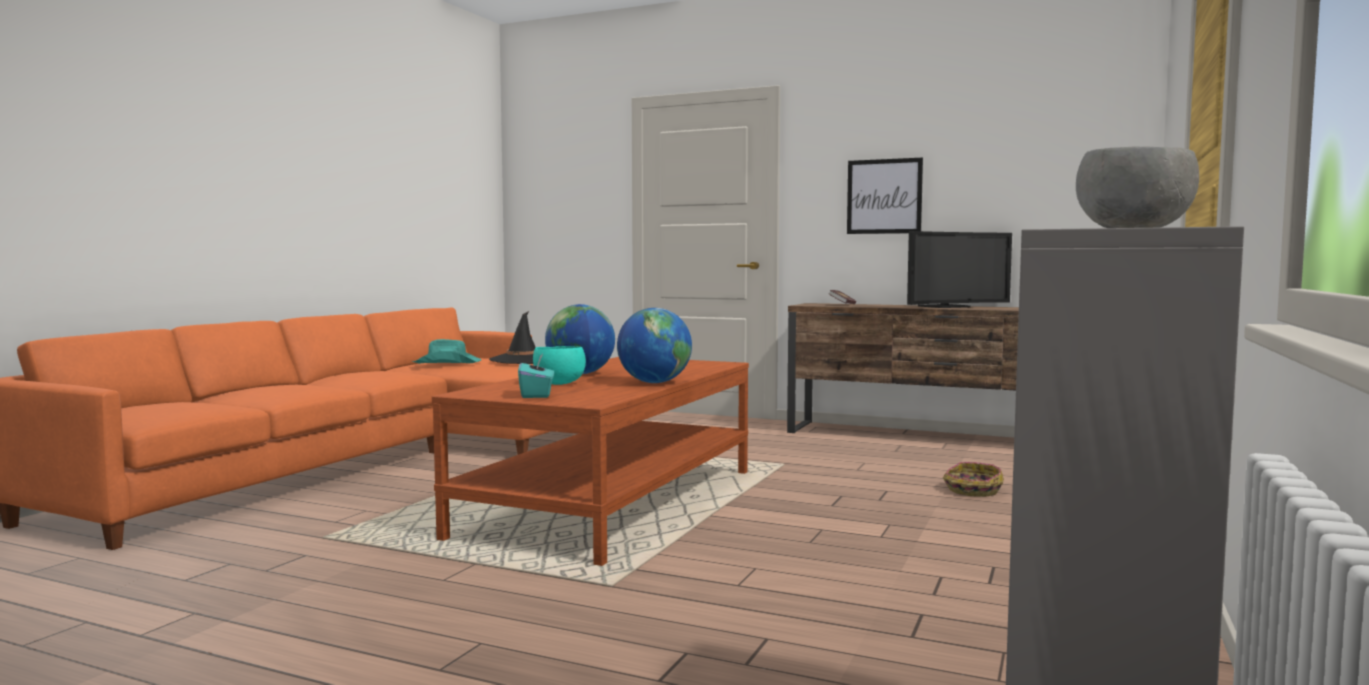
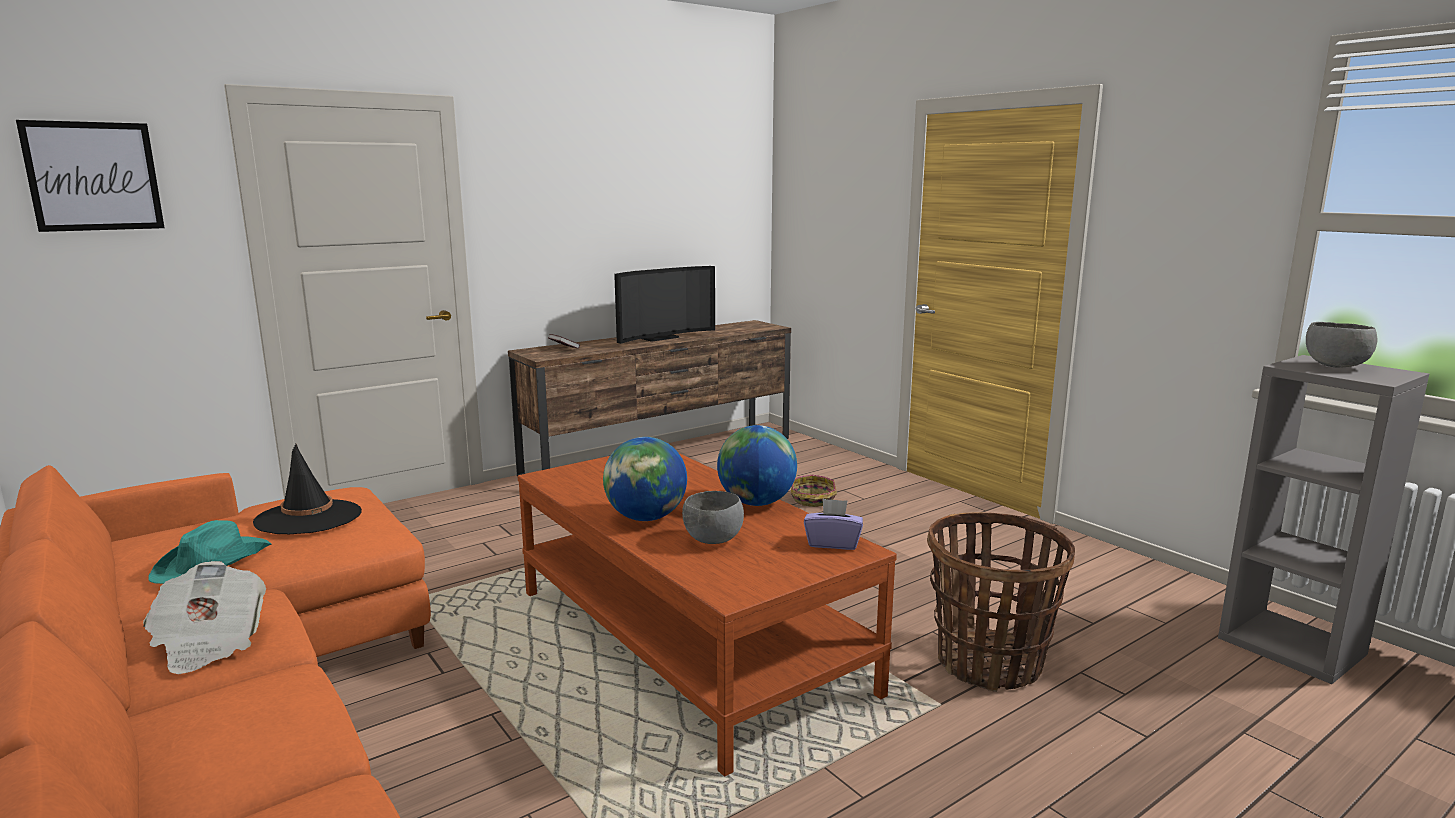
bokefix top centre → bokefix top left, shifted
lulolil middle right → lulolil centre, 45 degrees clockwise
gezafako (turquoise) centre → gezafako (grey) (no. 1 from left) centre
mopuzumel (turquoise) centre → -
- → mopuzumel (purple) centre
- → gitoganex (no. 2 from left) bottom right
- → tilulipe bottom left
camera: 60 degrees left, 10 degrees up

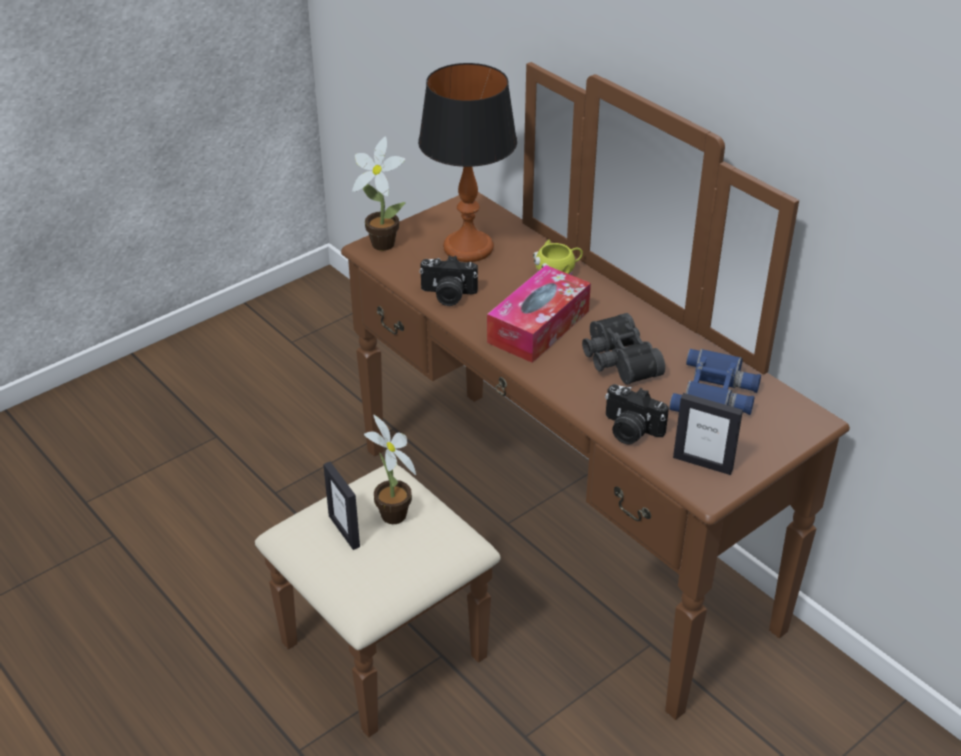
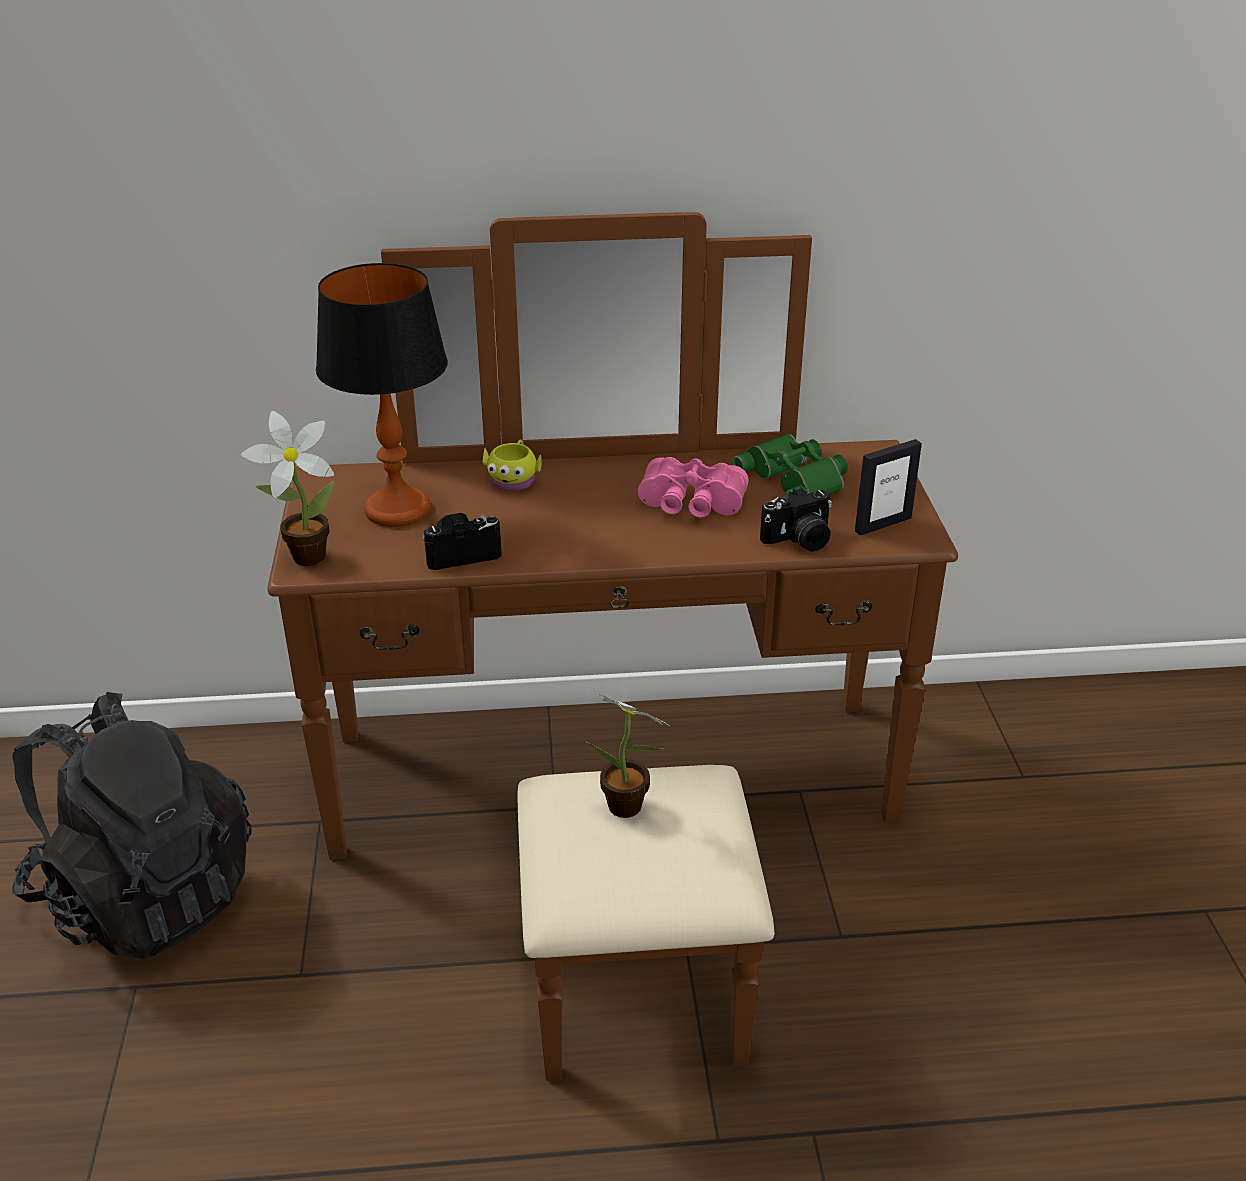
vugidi (no. 1 from left) centre, 150 degrees counterclockwise
mopuzumel centre → -
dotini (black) centre → dotini (pink) centre
dotini (blue) middle right → dotini (green) centre
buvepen (no. 1 from left) bottom centre → -
- → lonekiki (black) bottom left
camera: 55 degrees left, 5 degrees down

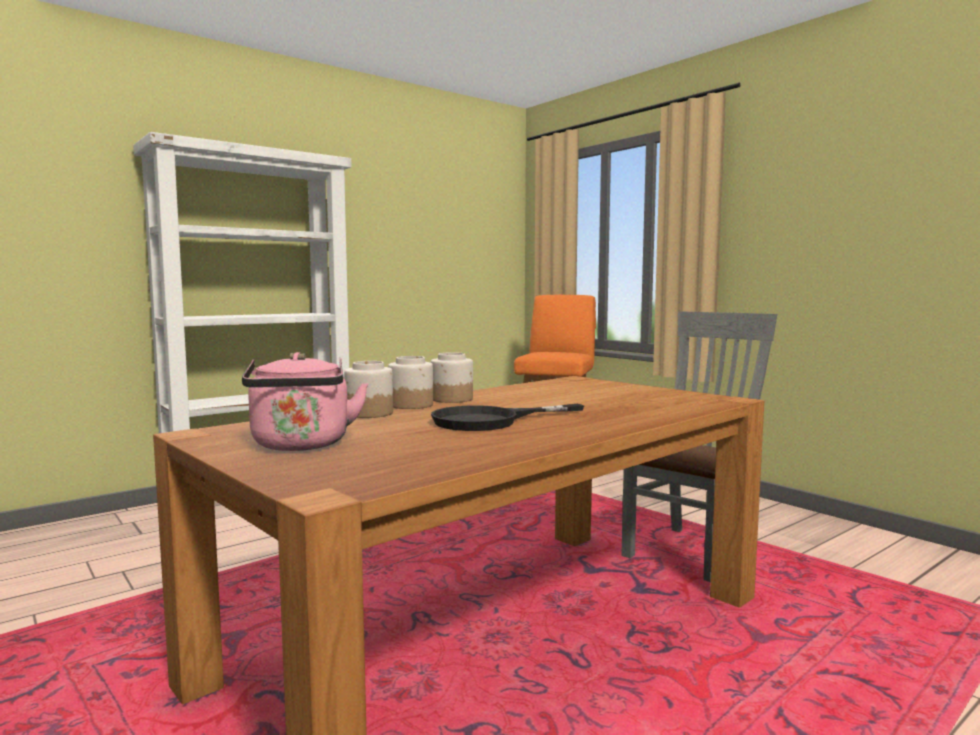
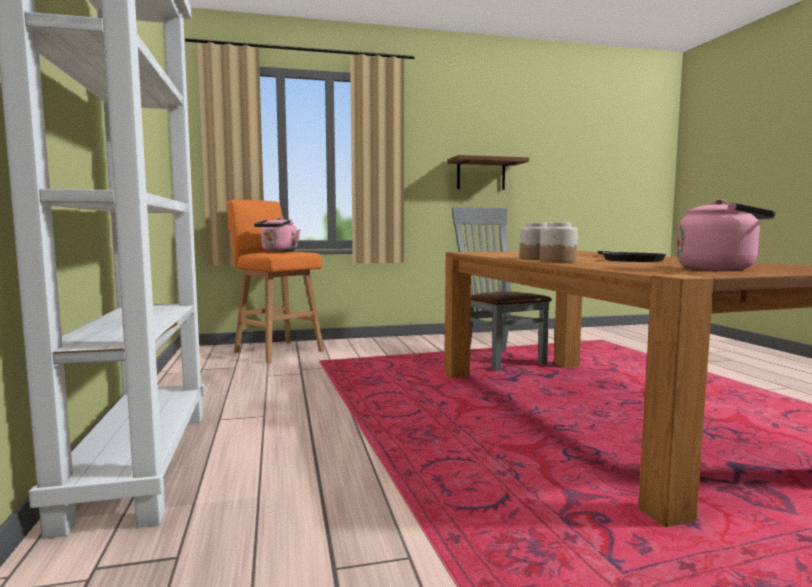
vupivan (no. 1 from left) centre → -
- → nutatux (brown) top centre
- → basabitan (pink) (no. 1 from left) centre
camera: 65 degrees left, 0 degrees up

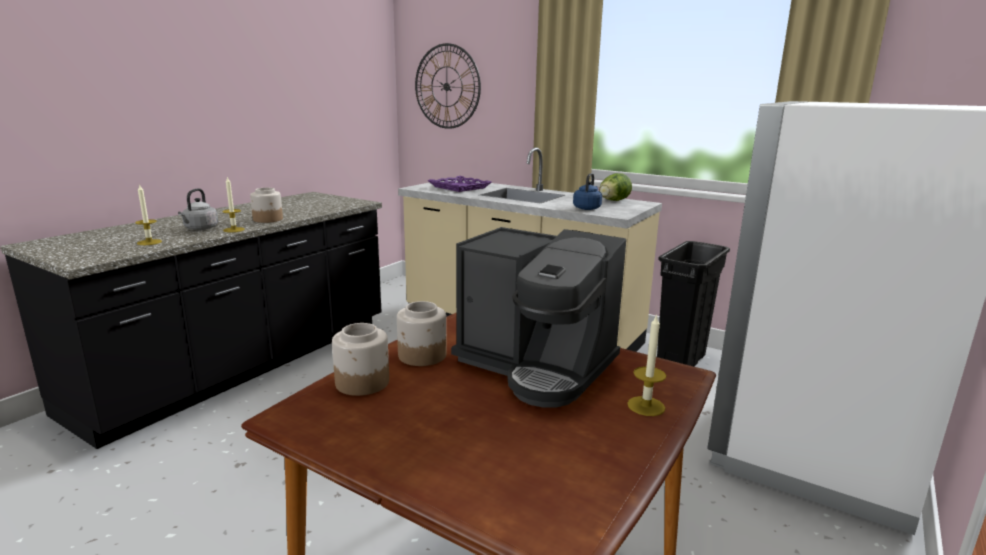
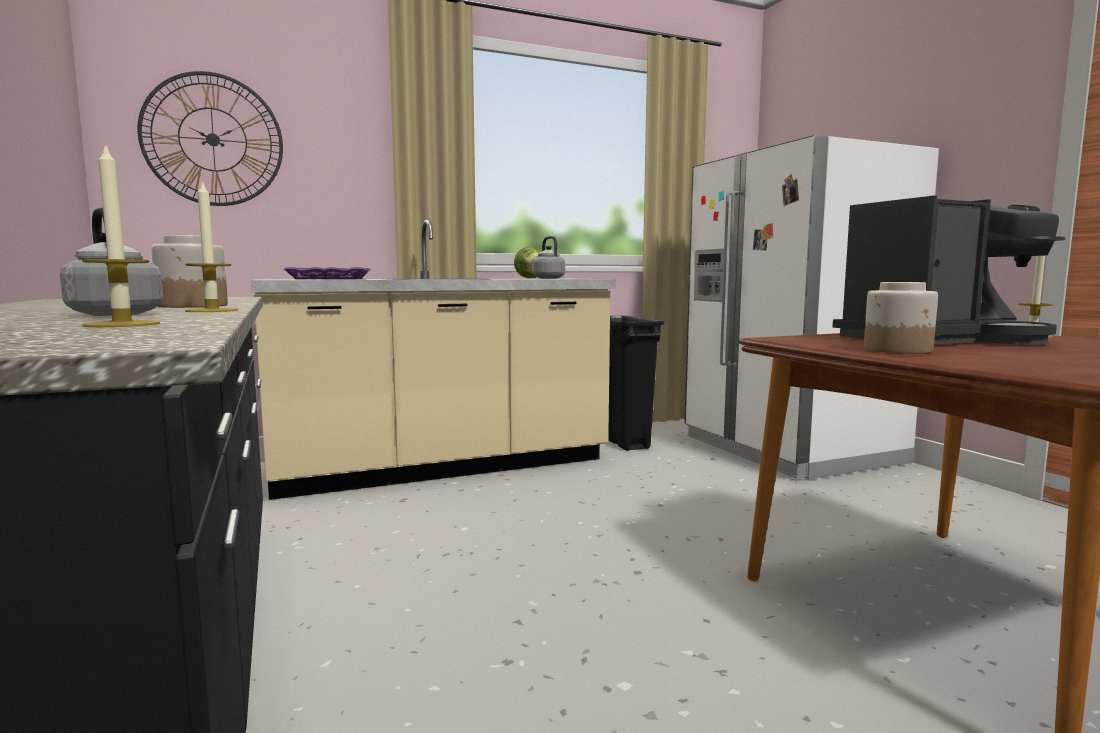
basabitan (blue) centre → basabitan (grey) (no. 2 from left) centre
vupivan (no. 2 from left) centre → -
camera: 55 degrees left, 10 degrees down

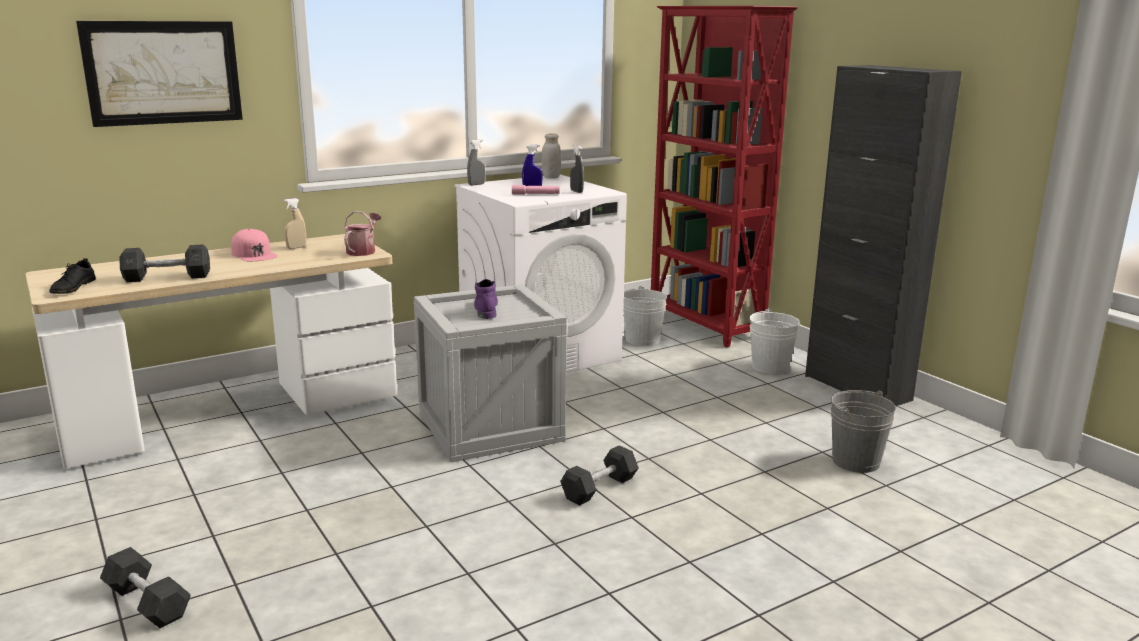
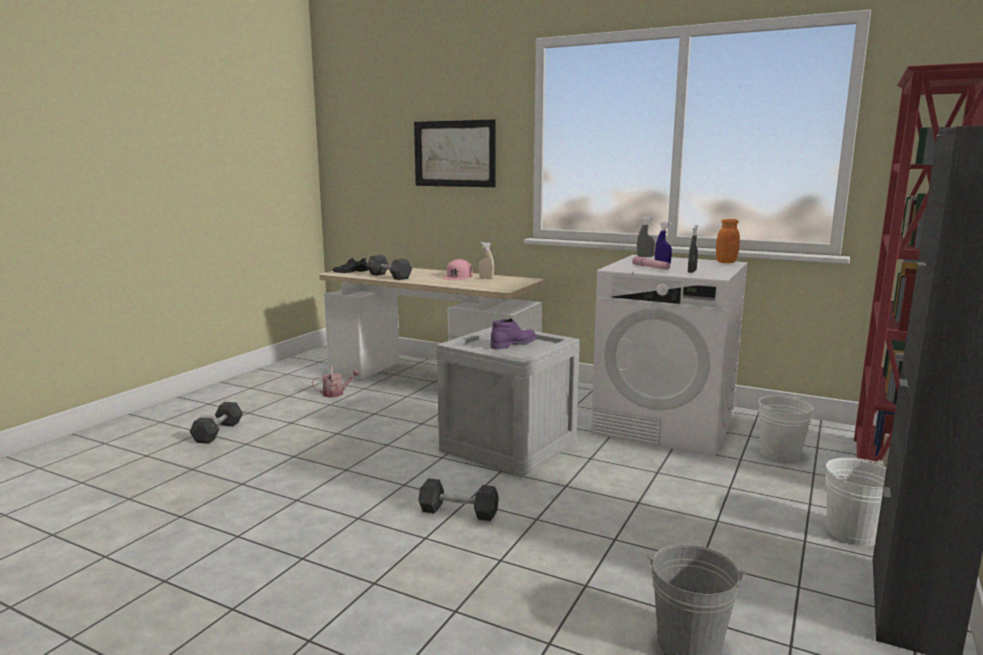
vupivan (white) top centre → vupivan (orange) middle right
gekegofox middle left → gekegofox centre, shifted
camera: 60 degrees right, 5 degrees down

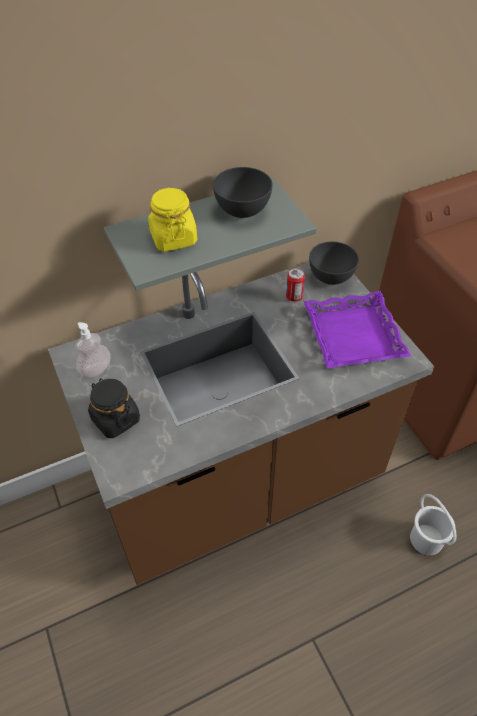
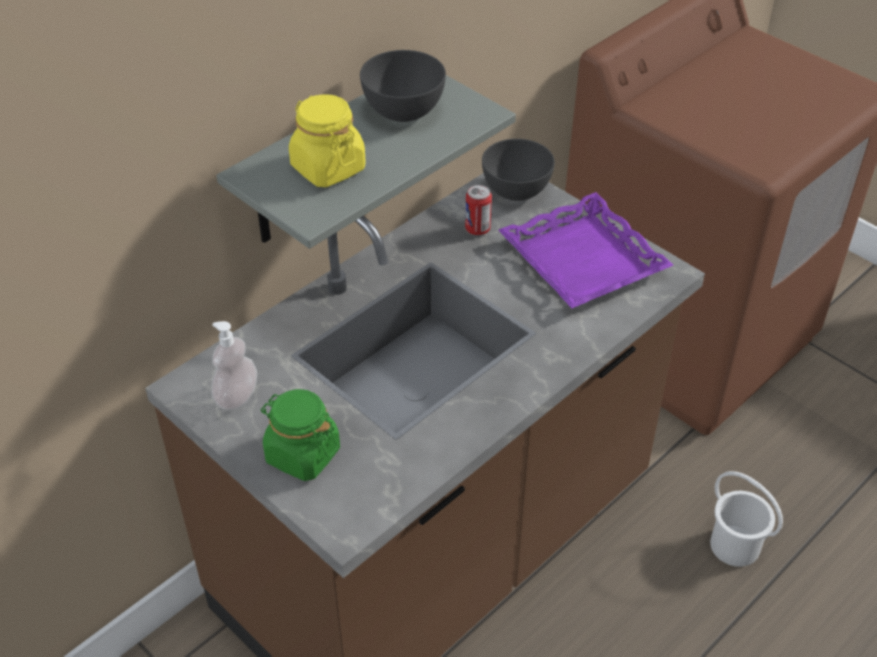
vupivan (black) middle left → vupivan (green) centre
camera: 20 degrees left, 5 degrees down

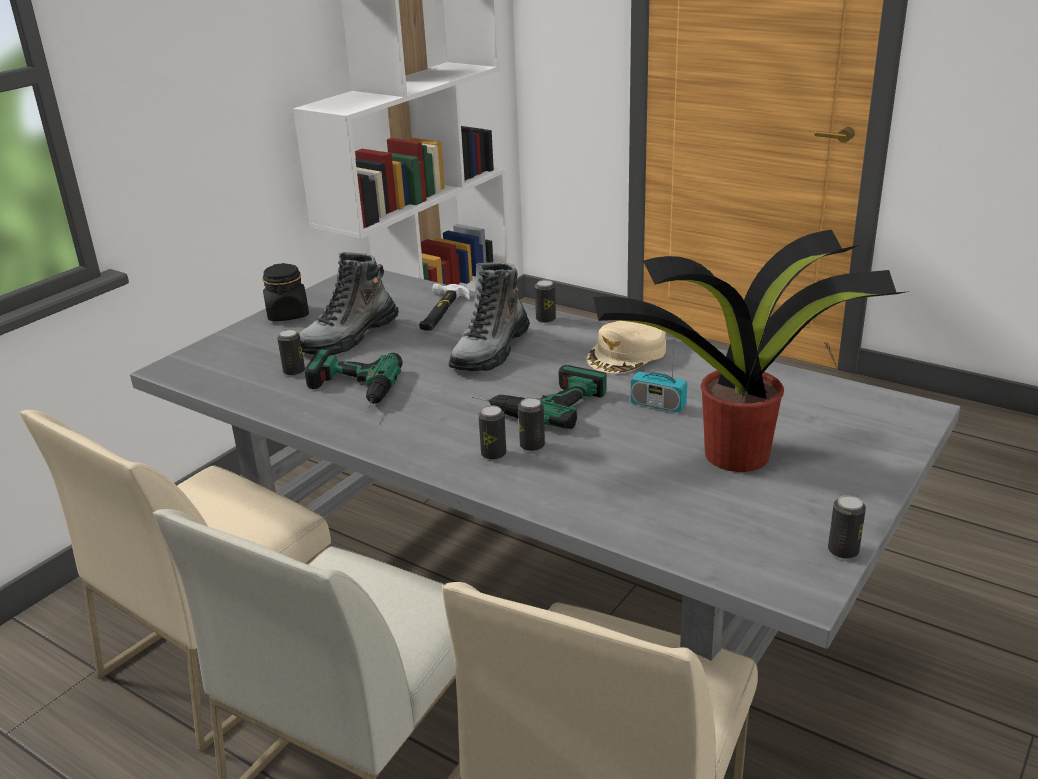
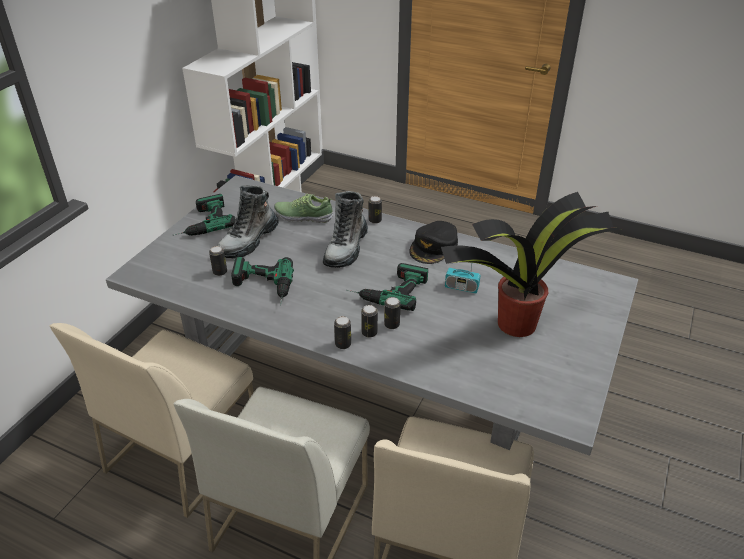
vupivan (black) middle left → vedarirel (no. 1 from left) middle left
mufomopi centre → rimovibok centre
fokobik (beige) centre → fokobik (black) centre
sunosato (no. 5 from left in the first image) bottom right → sunosato (no. 2 from left) centre, shifted
camera: 10 degrees left, 10 degrees up

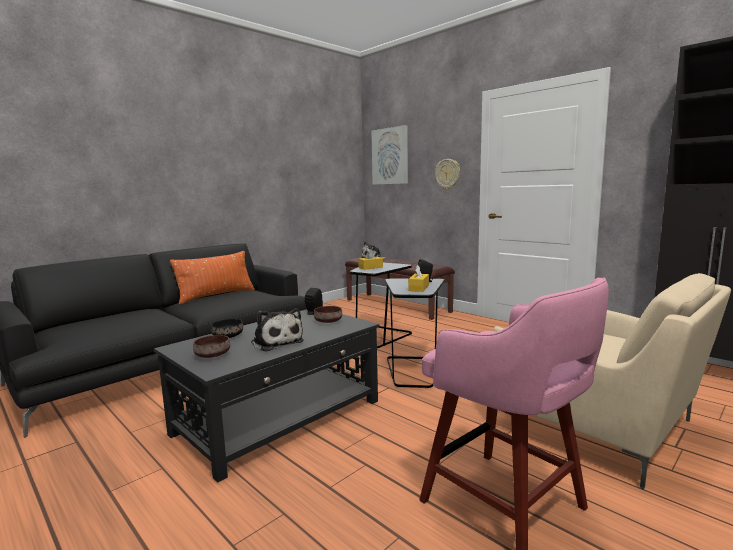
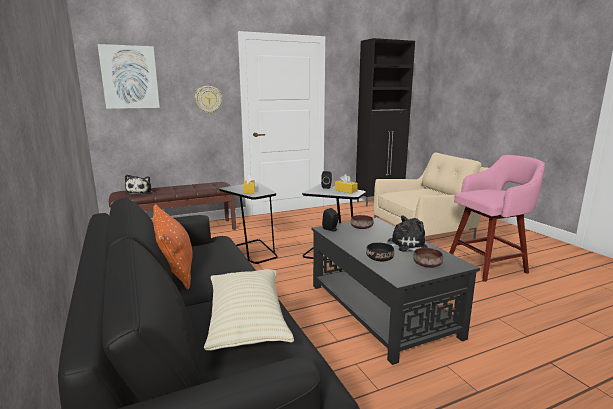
- → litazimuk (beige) bottom centre
camera: 70 degrees left, 5 degrees up

